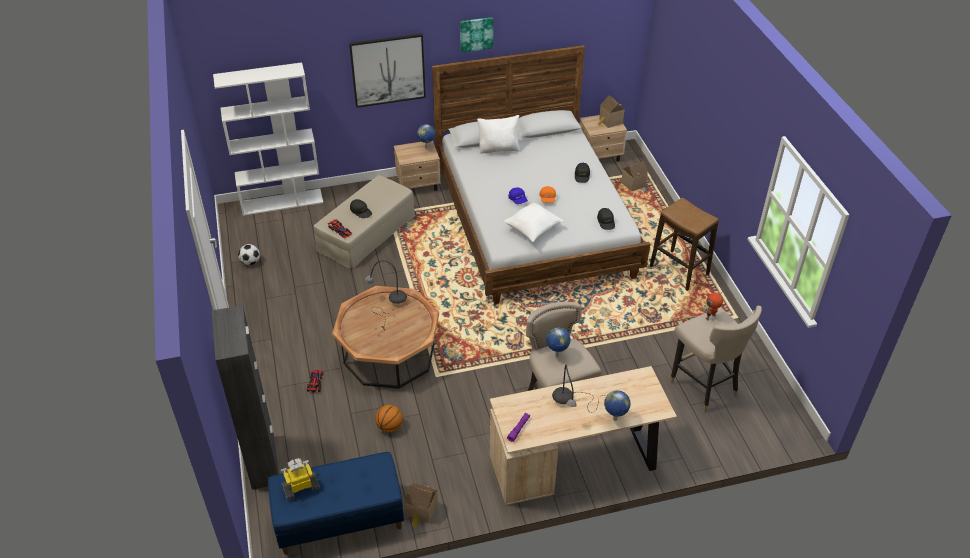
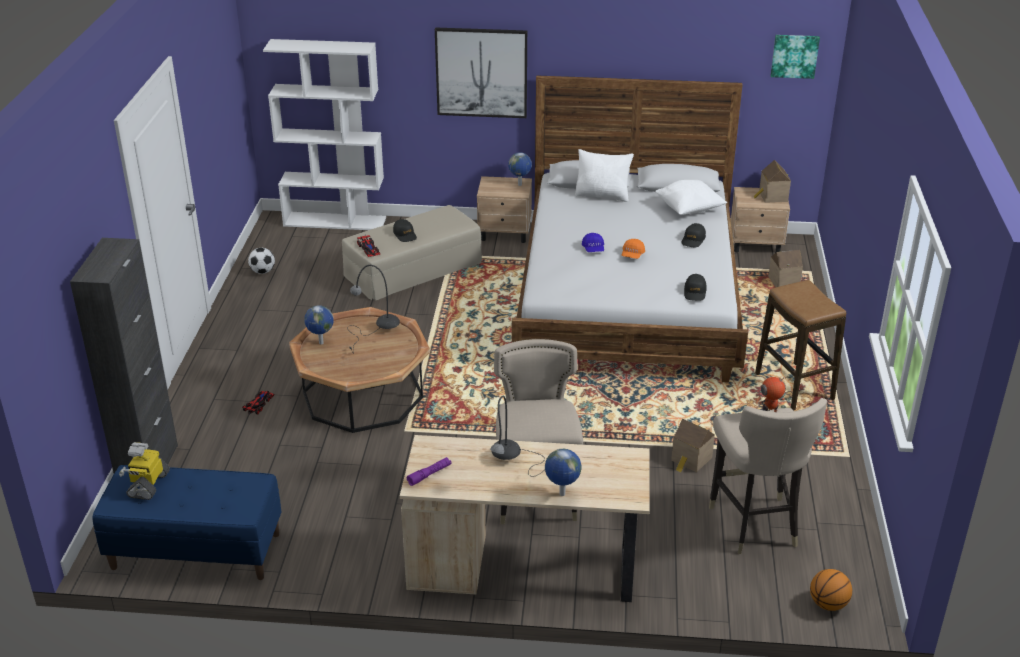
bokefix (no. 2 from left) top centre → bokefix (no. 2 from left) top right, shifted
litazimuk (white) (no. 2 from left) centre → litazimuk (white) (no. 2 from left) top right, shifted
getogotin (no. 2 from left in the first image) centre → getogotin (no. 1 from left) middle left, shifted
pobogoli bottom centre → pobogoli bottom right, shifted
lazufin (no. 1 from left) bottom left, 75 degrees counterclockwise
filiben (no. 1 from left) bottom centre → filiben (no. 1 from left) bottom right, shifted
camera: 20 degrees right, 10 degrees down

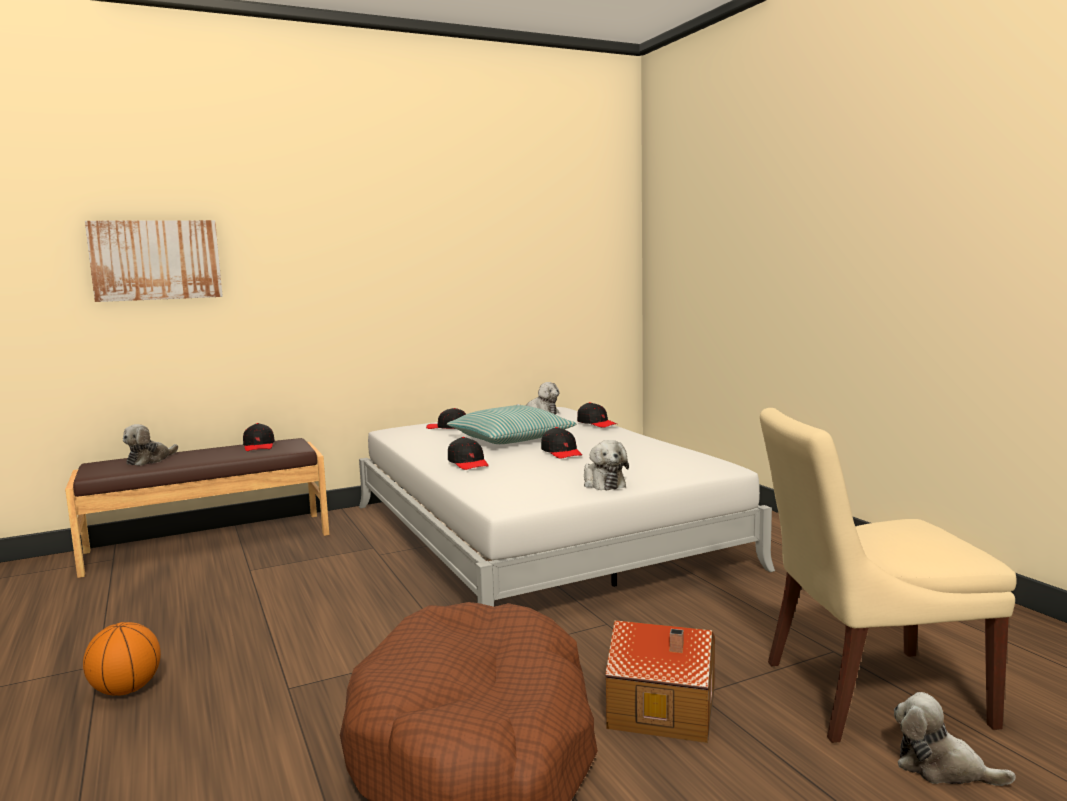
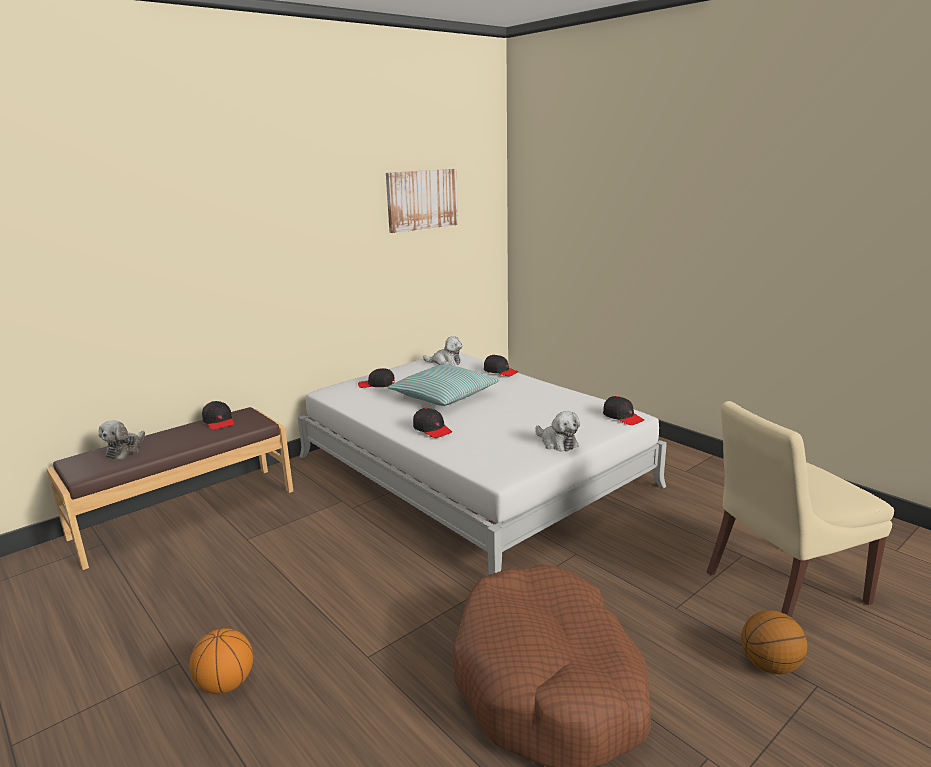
bokefix top left → bokefix top centre, shifted
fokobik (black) (no. 4 from left in the first image) centre → fokobik (black) (no. 5 from left) middle right, shifted
filiben bottom centre → -
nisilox (no. 4 from left) bottom right → -
- → pobogoli (no. 2 from left) bottom right
camera: 15 degrees left, 10 degrees up

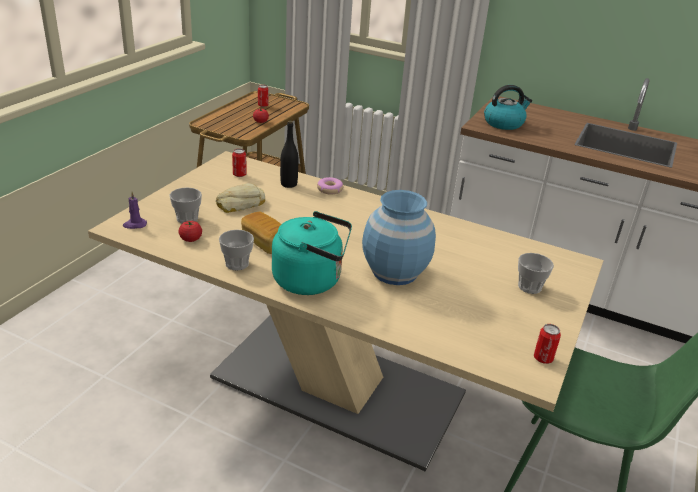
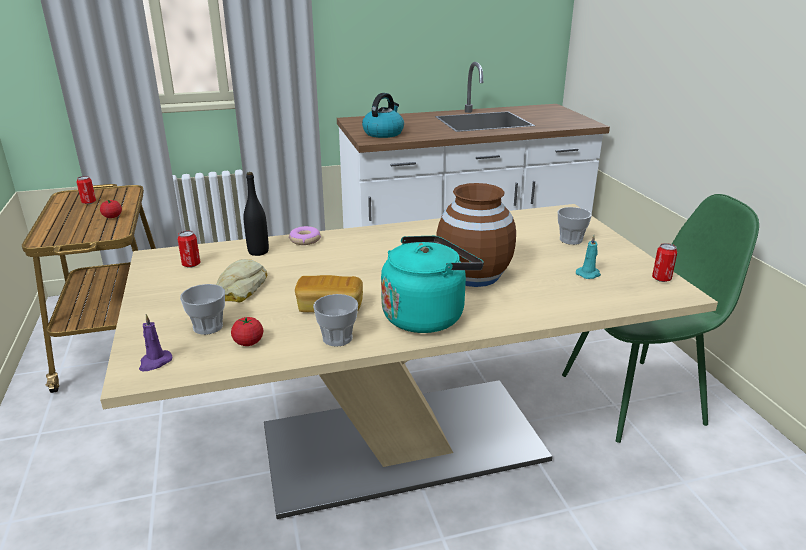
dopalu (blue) centre → dopalu (brown) centre
- → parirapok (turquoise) middle right
camera: 40 degrees left, 5 degrees down

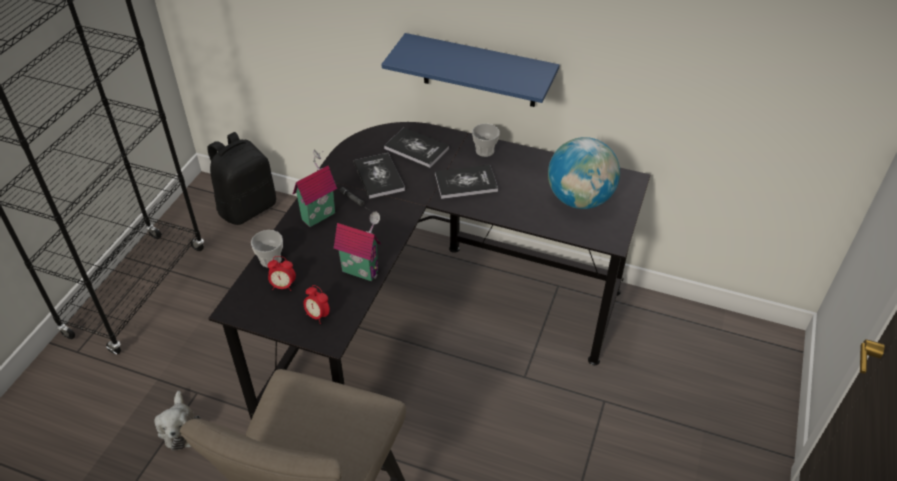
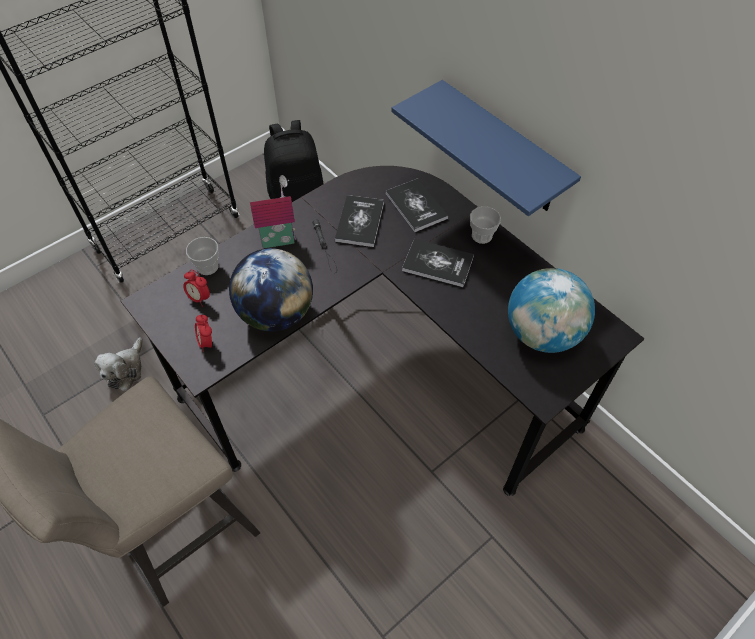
filiben (no. 2 from left) centre → getogotin (no. 1 from left) centre
camera: 30 degrees right, 10 degrees up

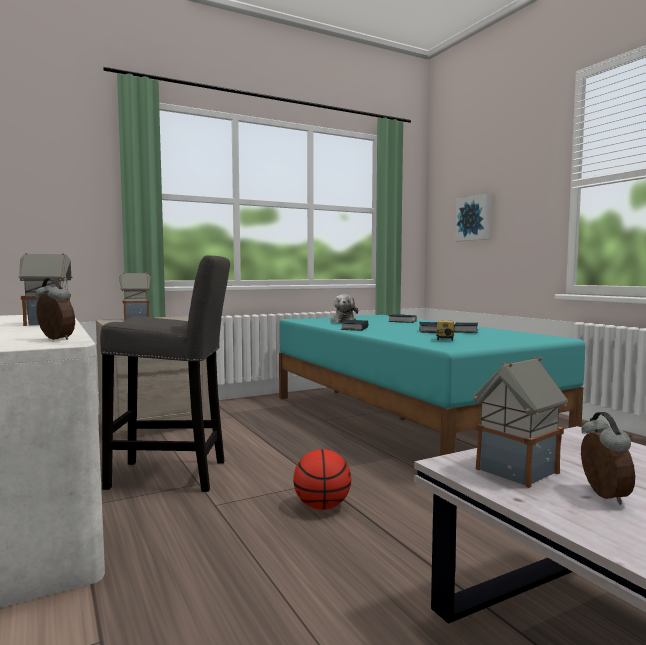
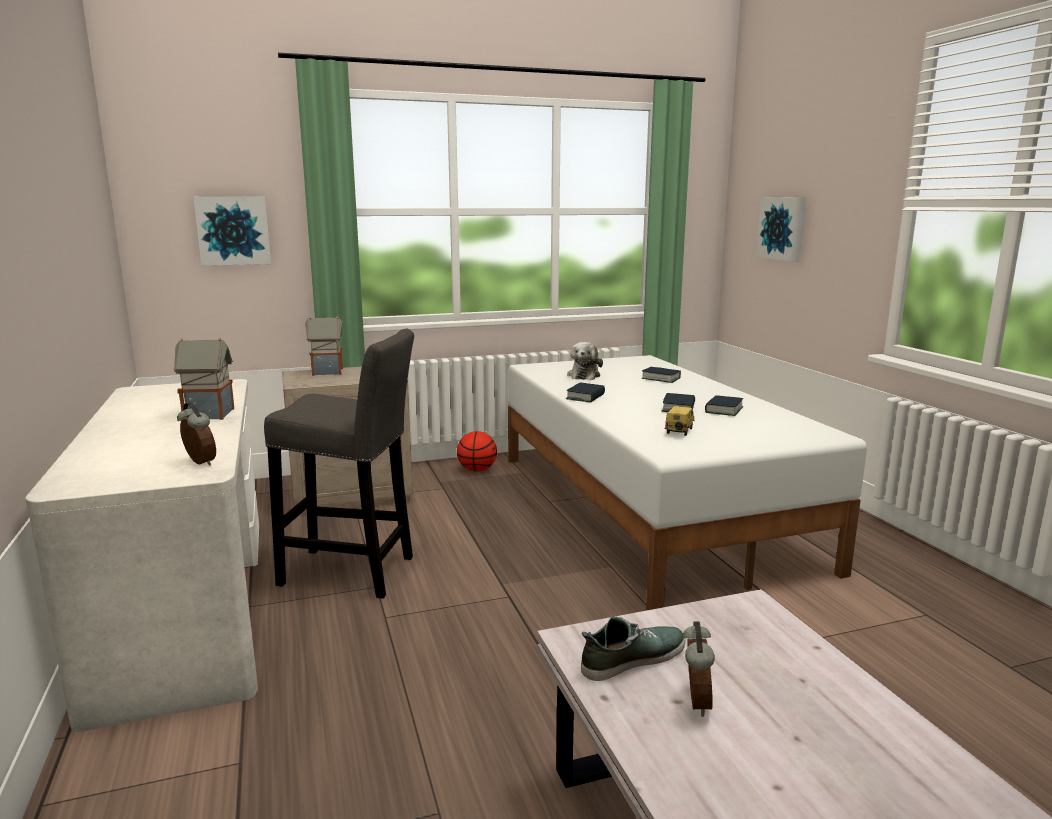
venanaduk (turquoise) middle right → venanaduk (white) centre
filiben (no. 3 from left) middle right → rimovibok bottom centre
pobogoli bottom centre → pobogoli centre, shifted
- → bokefix (no. 1 from left) top left
camera: 10 degrees right, 10 degrees up

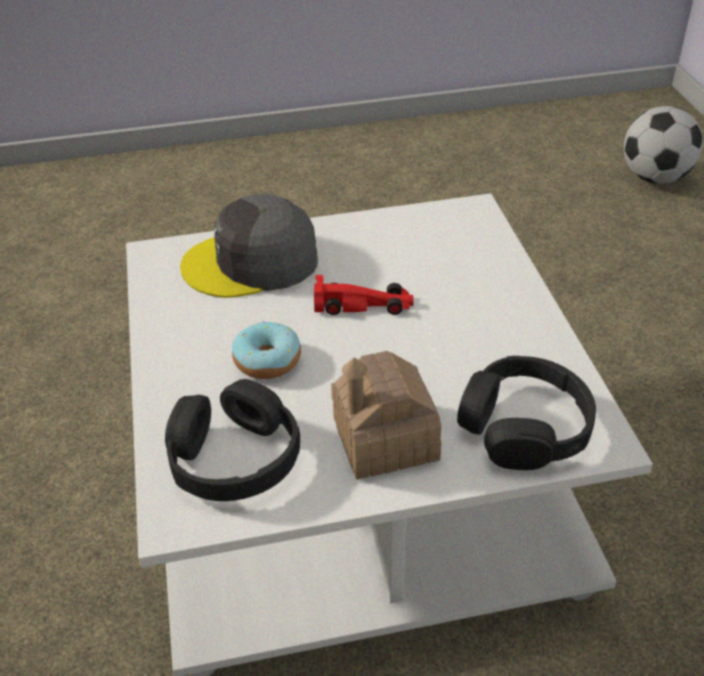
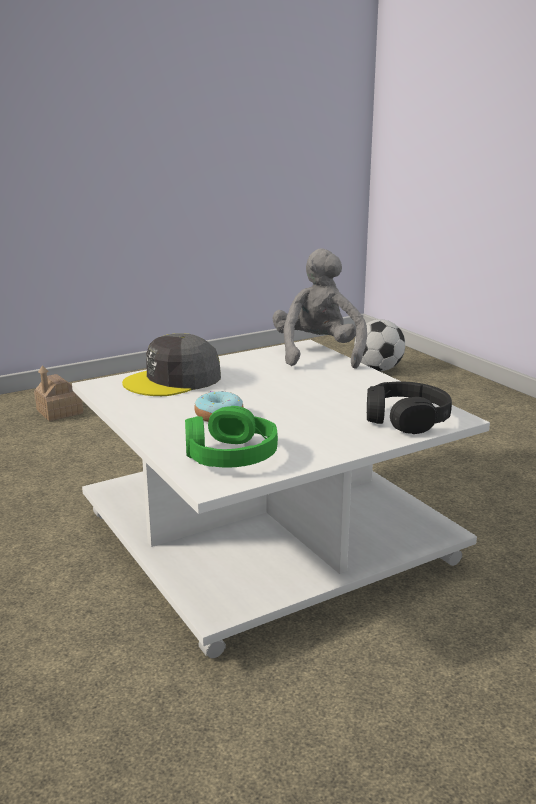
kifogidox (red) centre → -
filiben centre → filiben middle left, shifted
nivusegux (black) (no. 1 from left) middle left → nivusegux (green) centre
- → nisilox (grey) centre
camera: 20 degrees left, 20 degrees down

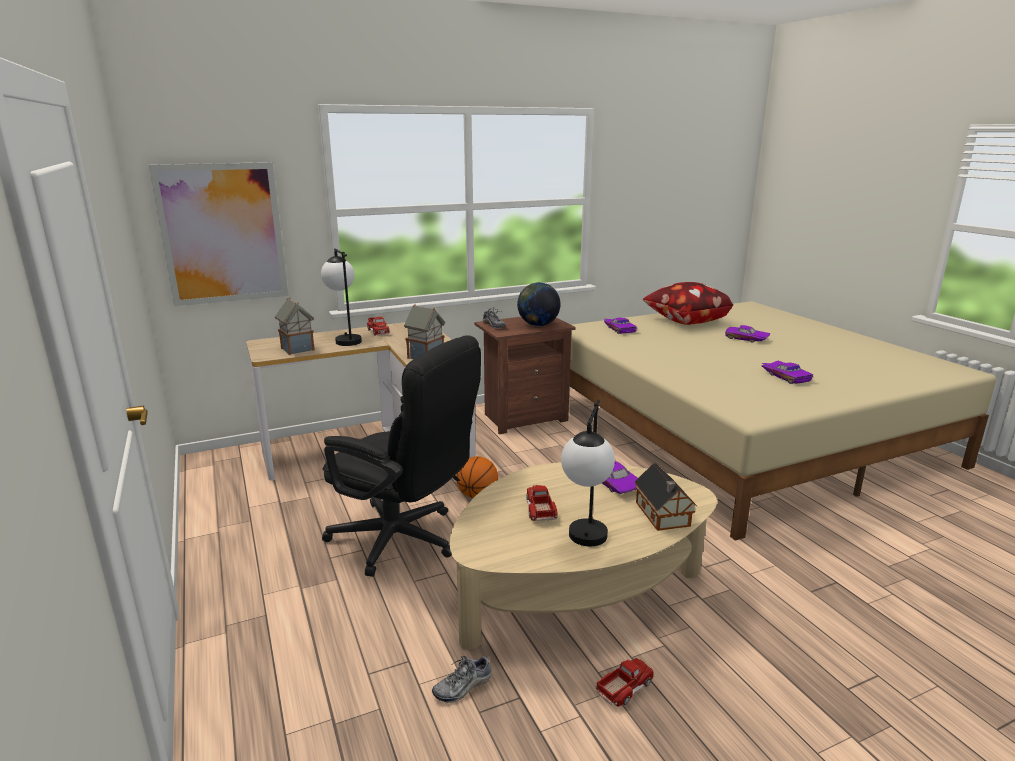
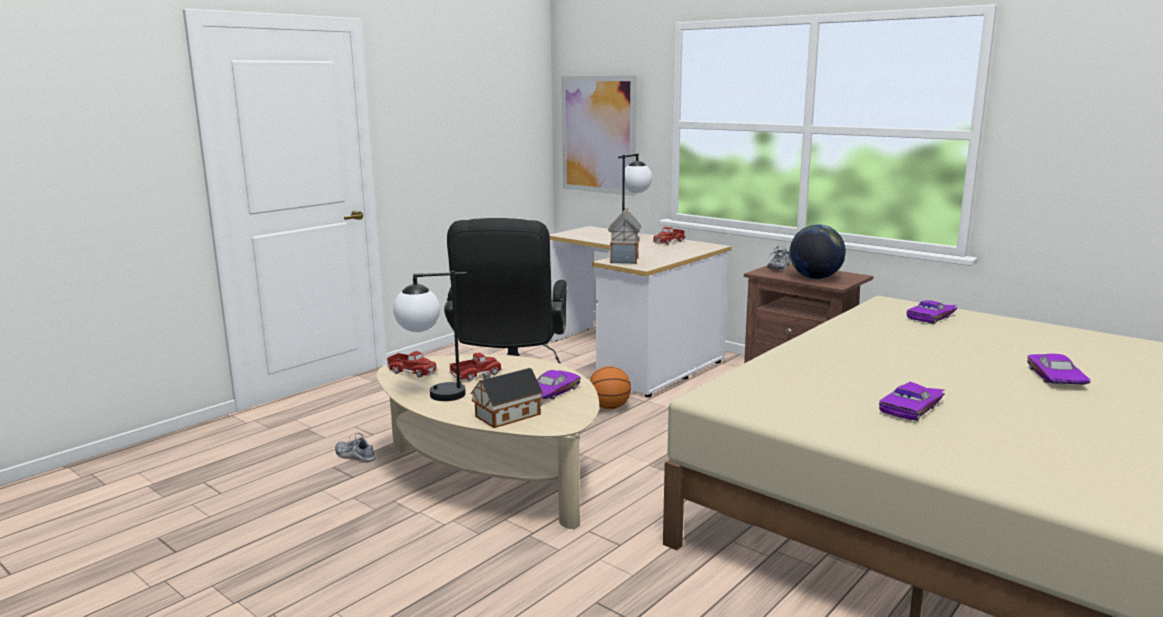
litazimuk middle right → -
filiben (no. 1 from left) middle left → -
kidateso (no. 3 from left in the first image) bottom centre → kidateso (no. 1 from left) centre, shifted
camera: 65 degrees right, 5 degrees down

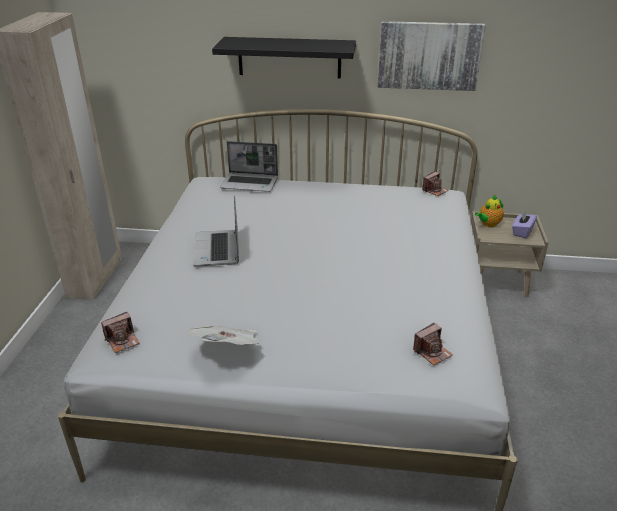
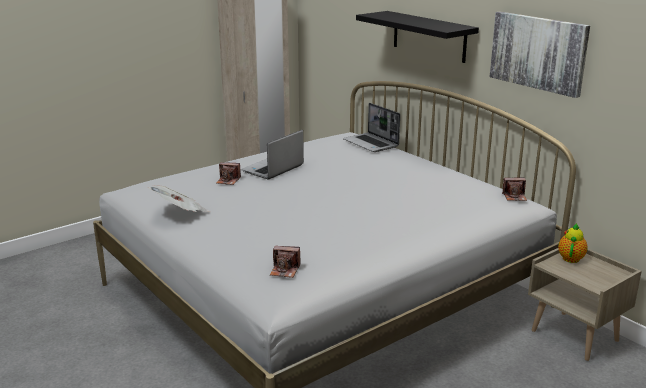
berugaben middle right, 105 degrees clockwise
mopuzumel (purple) middle right → -
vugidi (no. 1 from left) middle left → vugidi (no. 1 from left) centre, shifted
camera: 45 degrees right, 10 degrees down

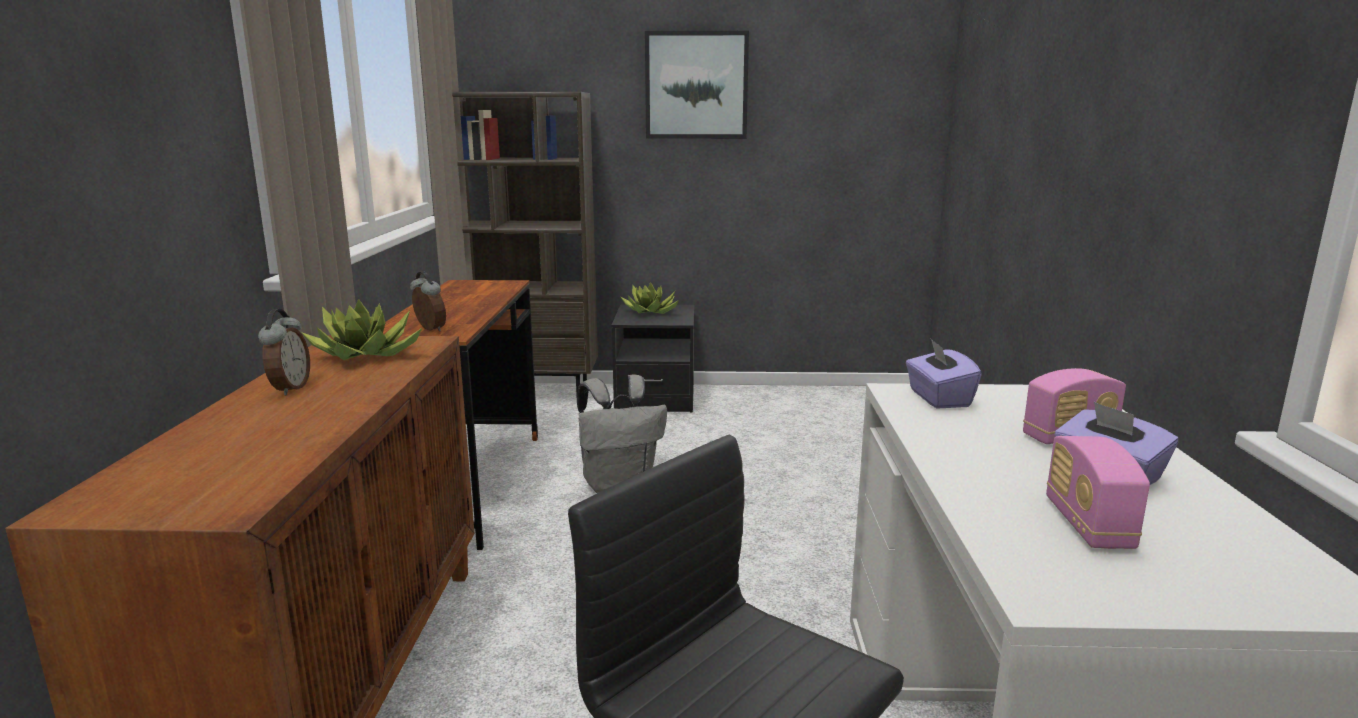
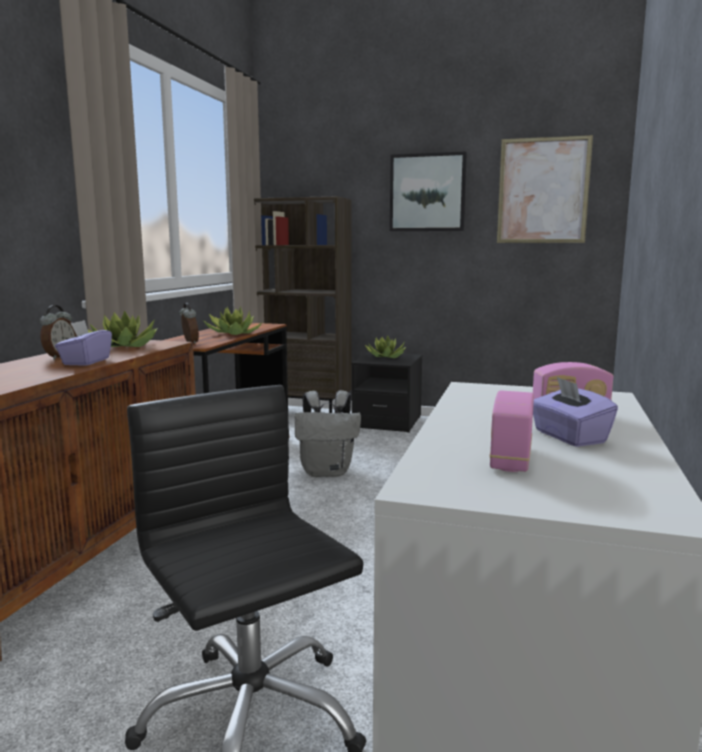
mopuzumel (purple) (no. 1 from left) middle right → mopuzumel (purple) (no. 1 from left) middle left, shifted
- → bokefix (no. 2 from left) top right
- → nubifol (no. 2 from left) middle left
camera: 15 degrees right, 5 degrees down

